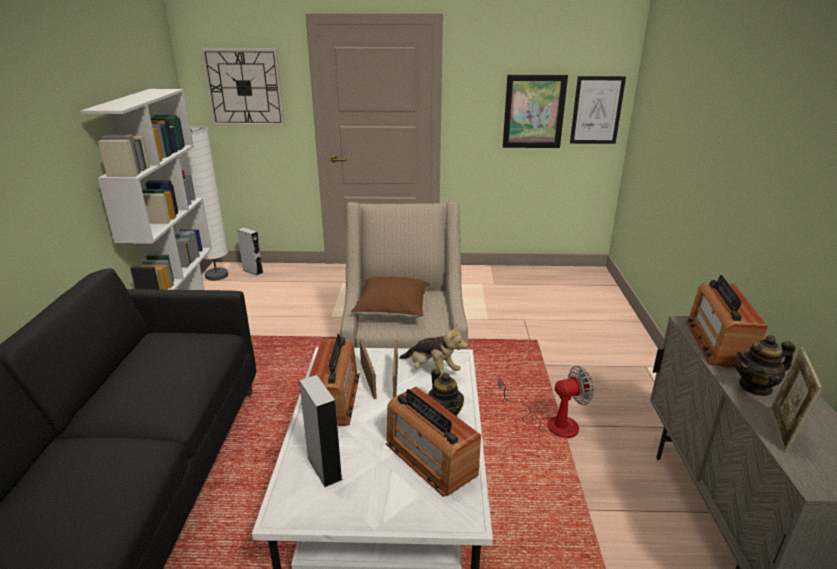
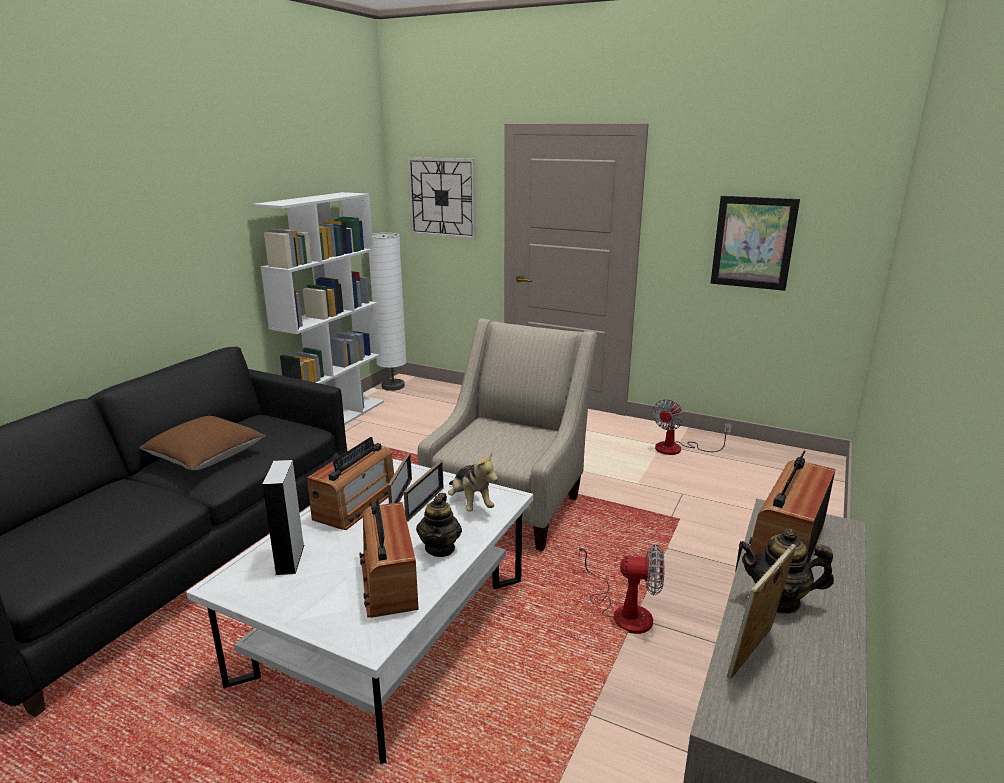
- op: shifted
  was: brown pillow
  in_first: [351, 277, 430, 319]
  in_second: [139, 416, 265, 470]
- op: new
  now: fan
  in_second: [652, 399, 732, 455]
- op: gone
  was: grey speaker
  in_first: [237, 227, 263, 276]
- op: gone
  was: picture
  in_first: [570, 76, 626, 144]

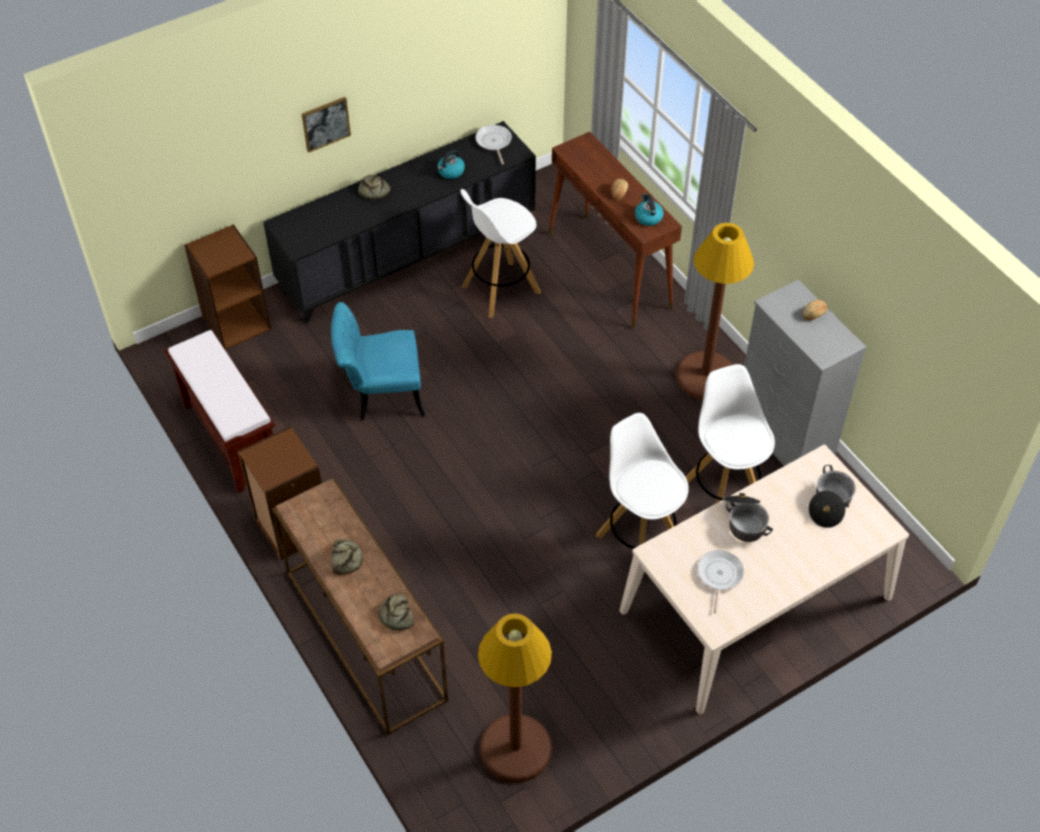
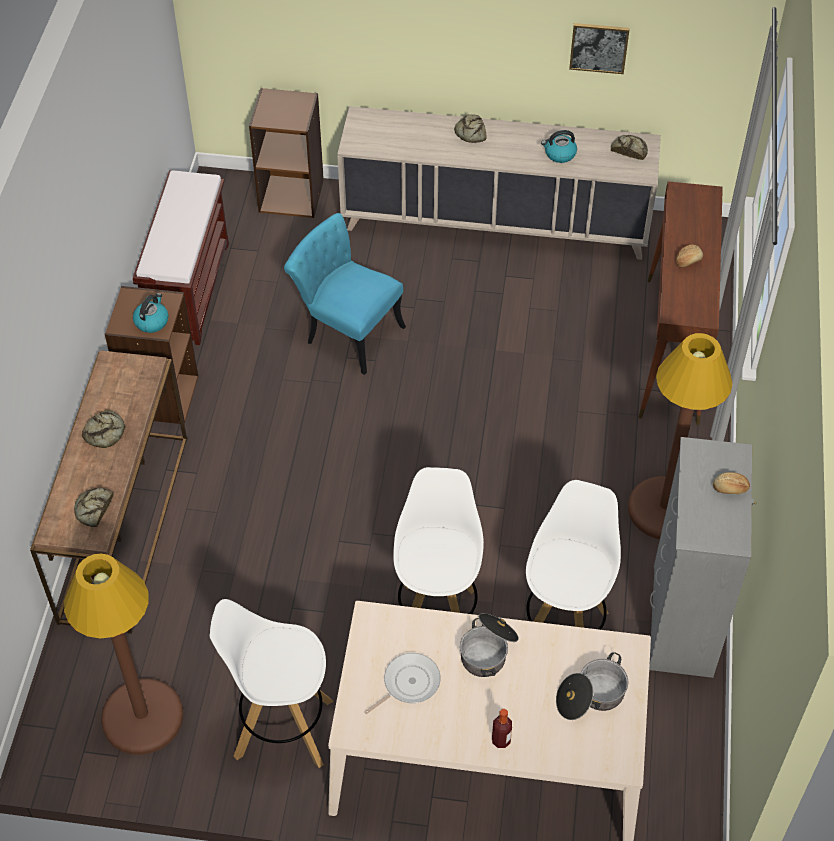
- op: shifted
  was: kettle
  in_first: [635, 193, 664, 226]
  in_second: [133, 293, 168, 333]
- op: shifted
  was: white stool
  in_first: [461, 189, 541, 318]
  in_second: [210, 599, 333, 768]
- op: repainted
  was: black cabinet
  now: beige cabinet
  in_first: [263, 121, 536, 324]
  in_second: [337, 106, 661, 260]
- op: new
  now: bottle
  in_second: [492, 709, 512, 748]
- op: shifted
  was: picture
  in_first: [302, 97, 351, 153]
  in_second: [569, 23, 630, 74]
- op: swapped
  was: frying pan
  now: bread
  in_first: [475, 125, 512, 164]
  in_second: [611, 135, 648, 160]

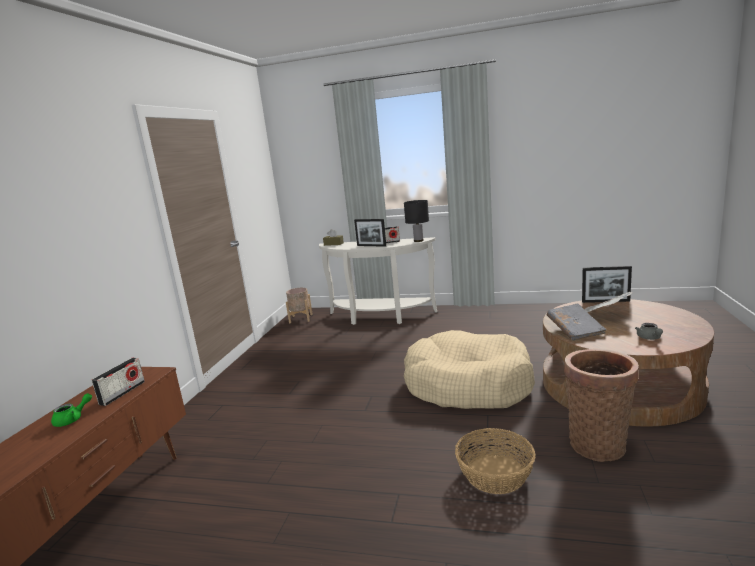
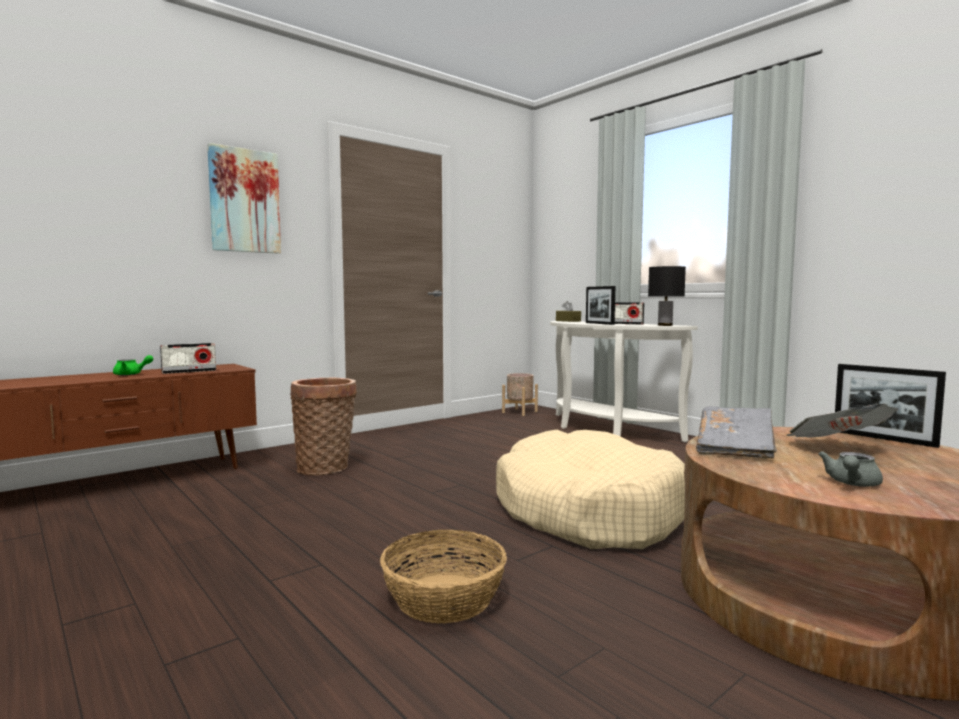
- op: new
  now: picture
  in_second: [207, 143, 281, 254]
- op: shifted
  was: basket
  in_first: [564, 349, 639, 462]
  in_second: [290, 378, 357, 476]

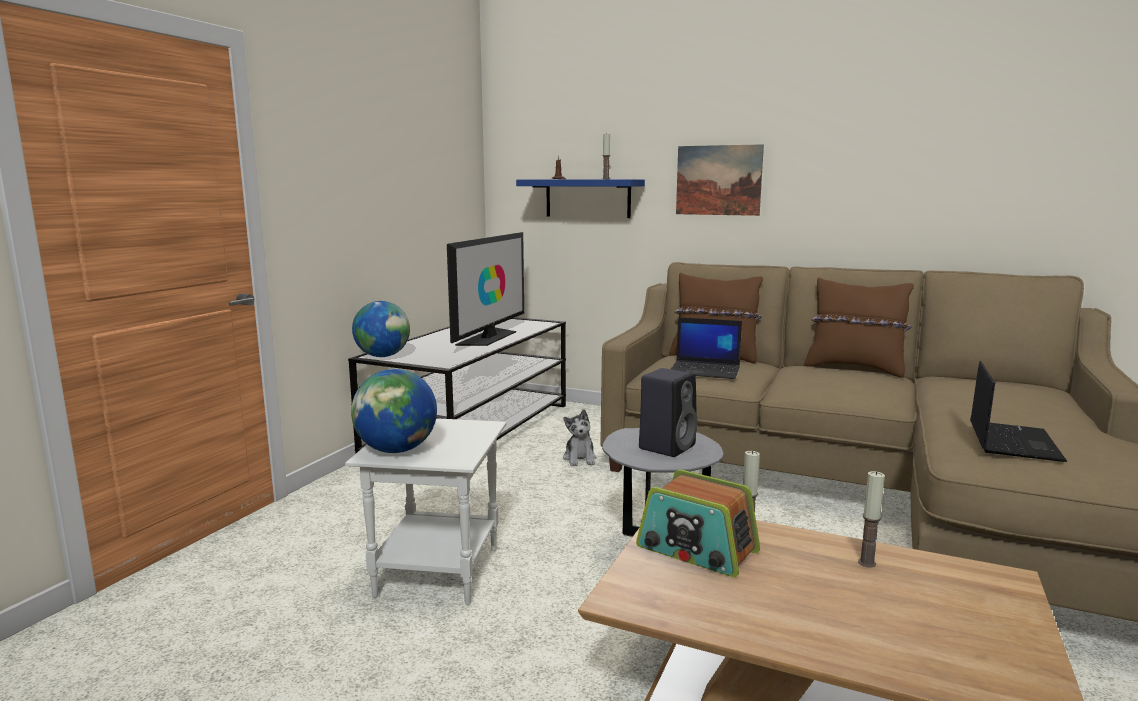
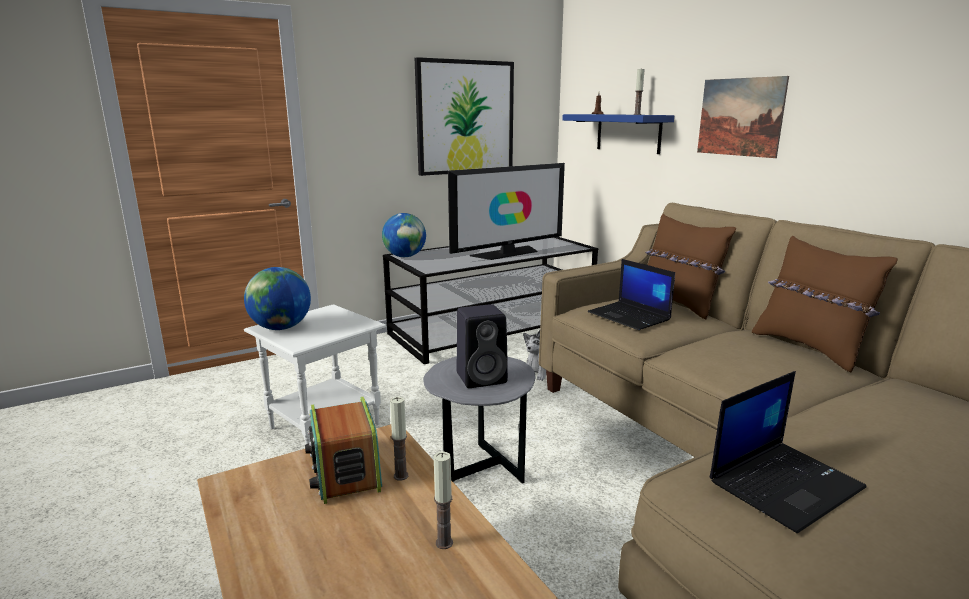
- op: new
  now: picture
  in_second: [415, 57, 514, 176]

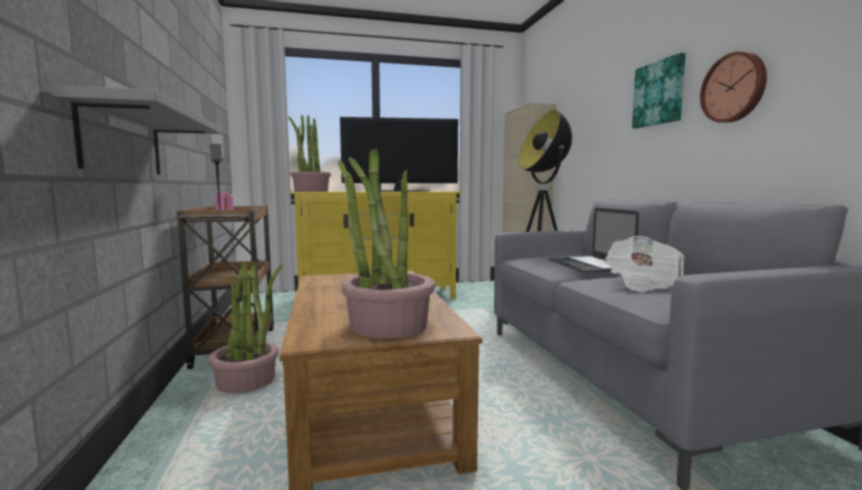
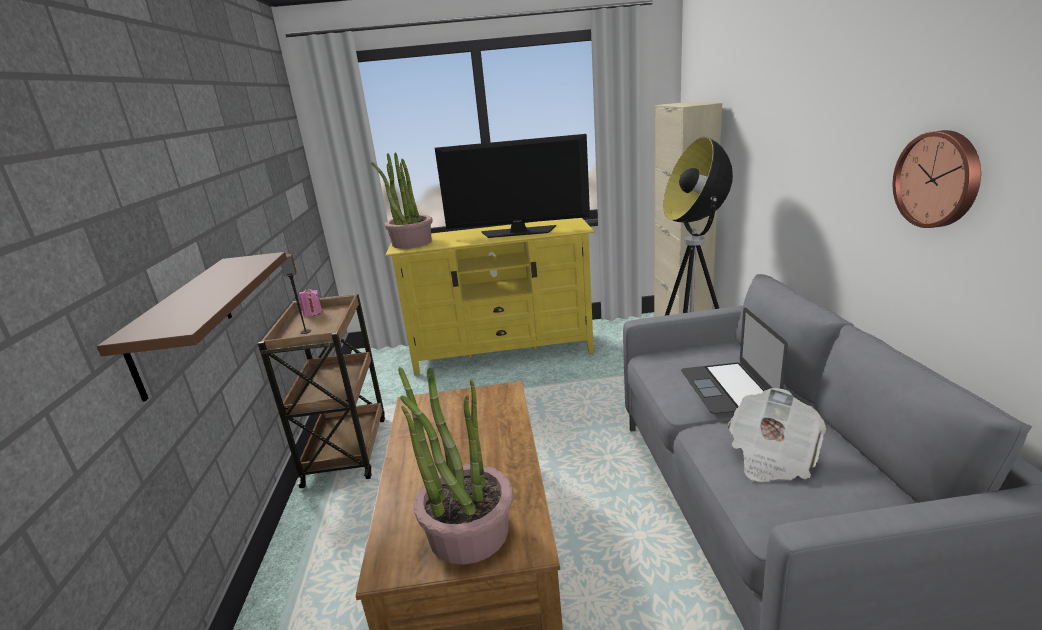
- op: repainted
  was: grey shelf
  now: brown shelf
  in_first: [53, 85, 221, 174]
  in_second: [97, 252, 287, 402]
- op: gone
  was: potted plant
  in_first: [208, 261, 282, 393]
- op: gone
  was: picture
  in_first: [632, 53, 686, 129]

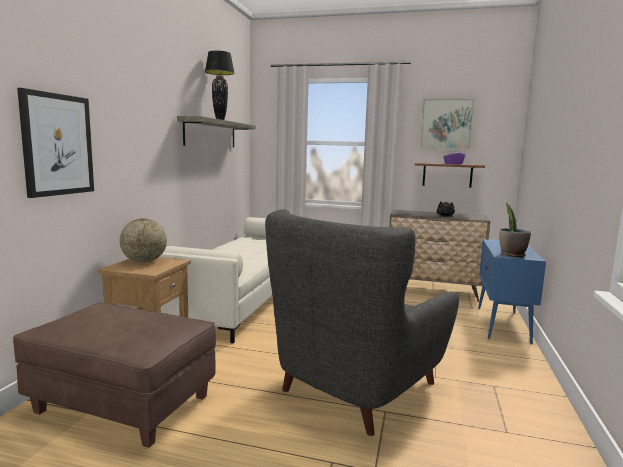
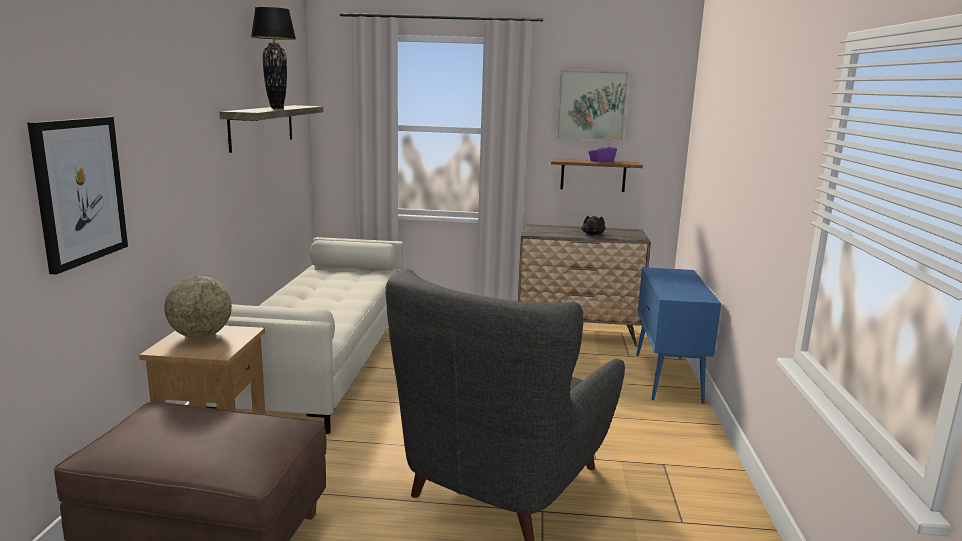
- op: gone
  was: potted plant
  in_first: [499, 203, 531, 257]

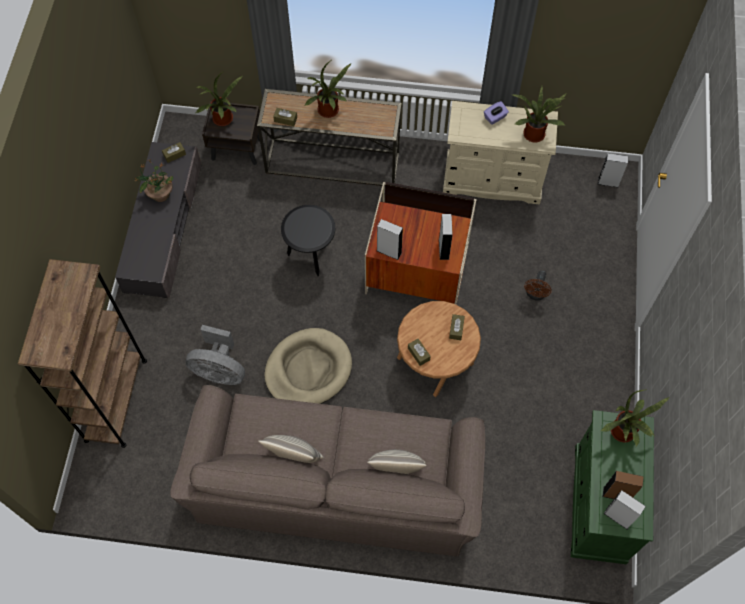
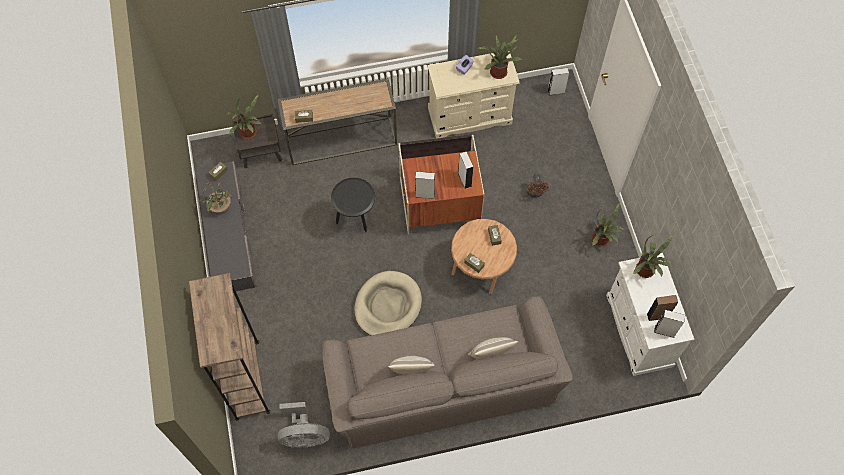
- op: shifted
  was: grey fan
  in_first: [186, 325, 245, 385]
  in_second: [278, 402, 330, 448]
- op: shifted
  was: potted plant
  in_first: [304, 61, 351, 118]
  in_second: [592, 204, 625, 247]
- op: repainted
  was: green cabinet
  now: white cabinet
  in_first: [571, 410, 654, 564]
  in_second: [606, 253, 694, 376]

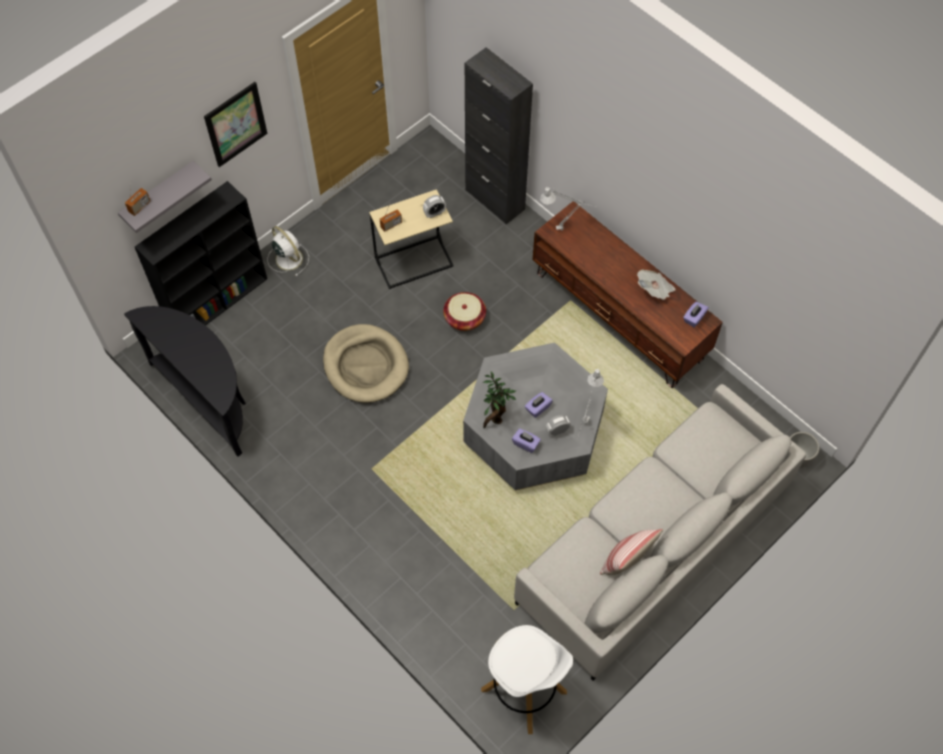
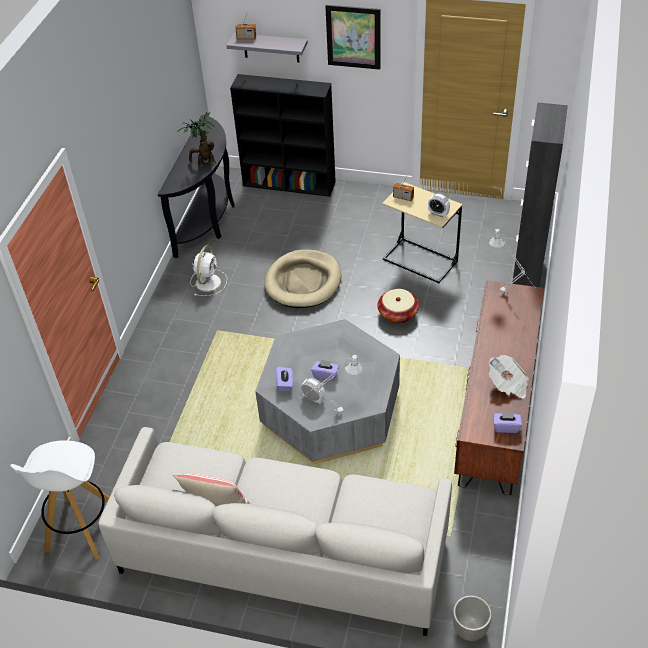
- op: shifted
  was: potted plant
  in_first: [483, 371, 516, 428]
  in_second: [177, 112, 216, 167]
- op: shifted
  was: white fan
  in_first: [267, 226, 309, 276]
  in_second: [190, 245, 227, 296]

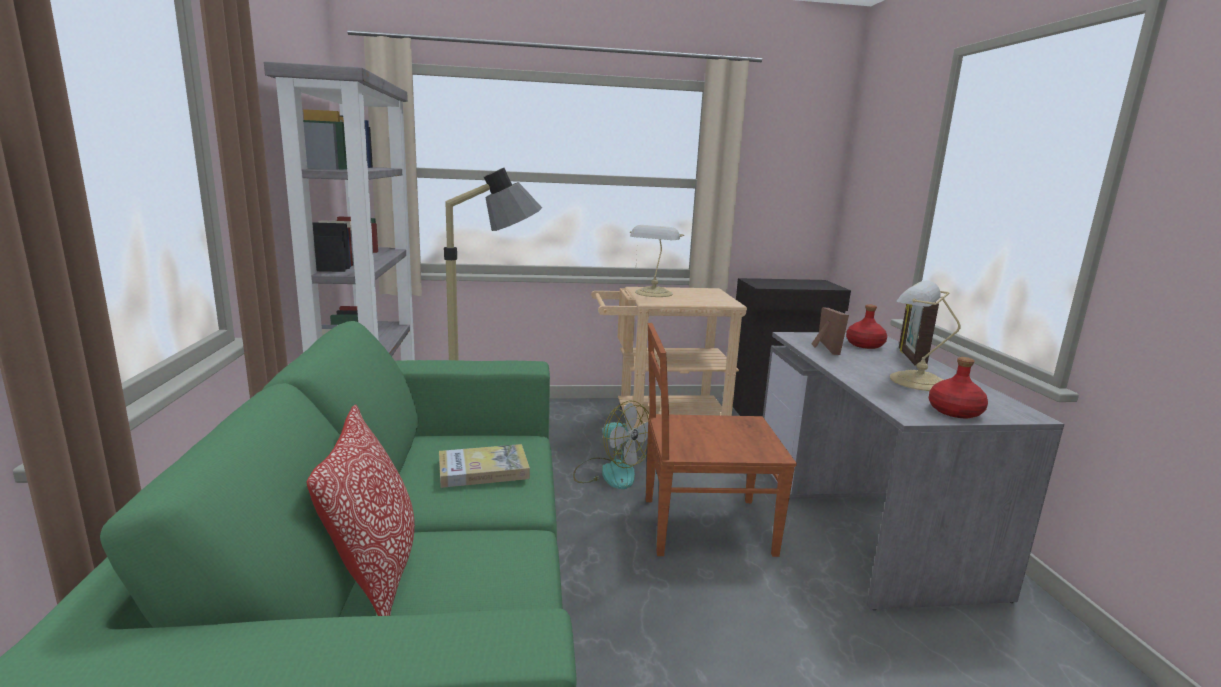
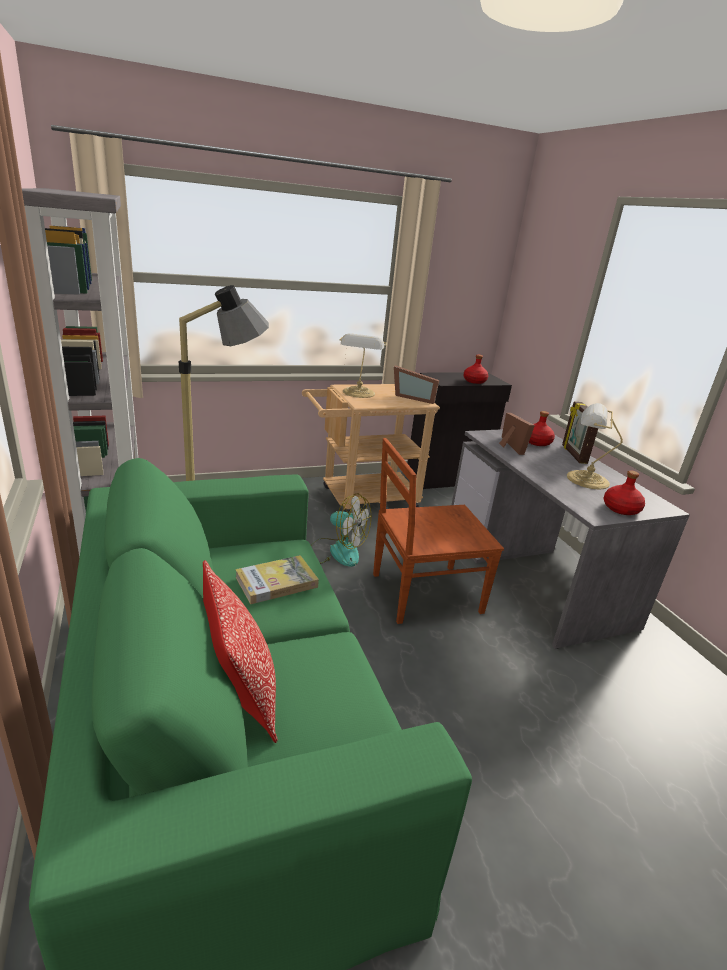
- op: new
  now: picture frame
  in_second: [394, 365, 439, 404]
- op: new
  now: red bottle
  in_second: [463, 355, 488, 384]

